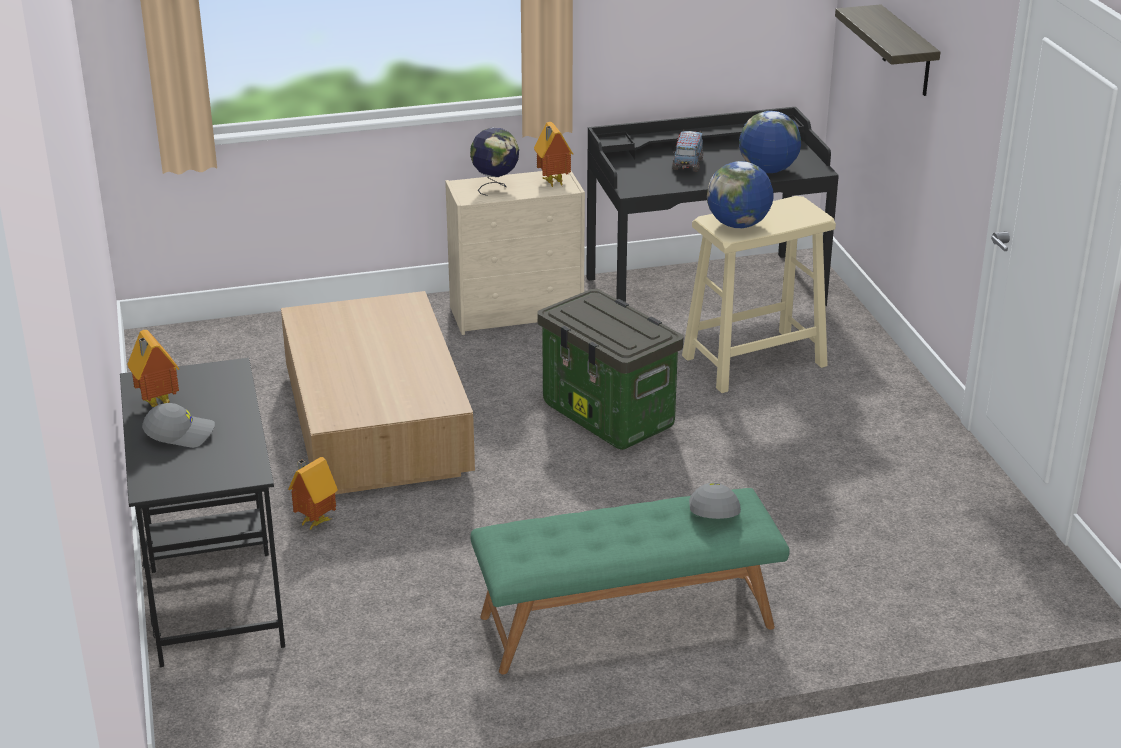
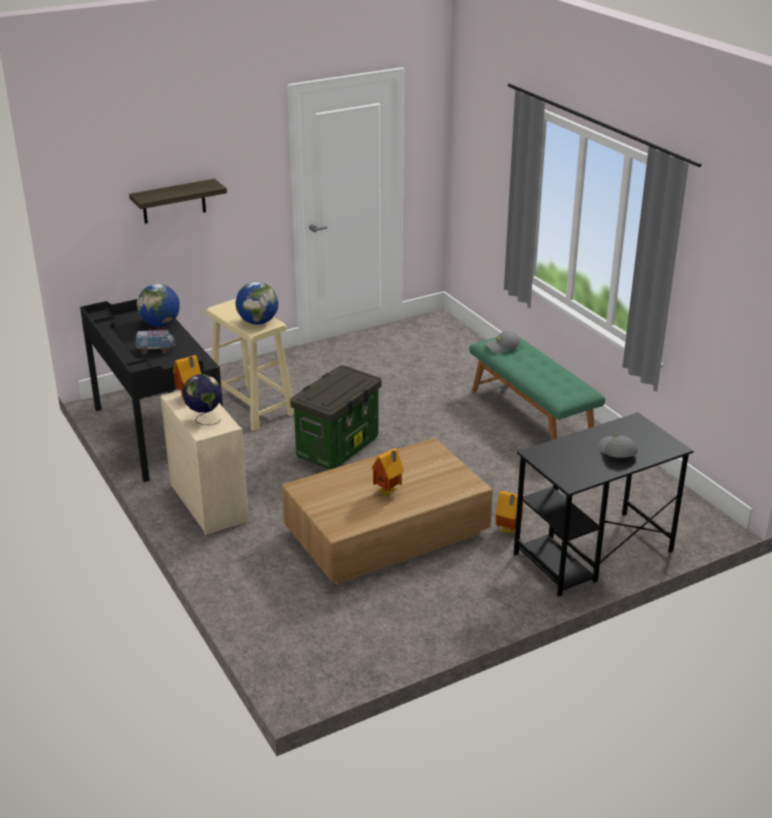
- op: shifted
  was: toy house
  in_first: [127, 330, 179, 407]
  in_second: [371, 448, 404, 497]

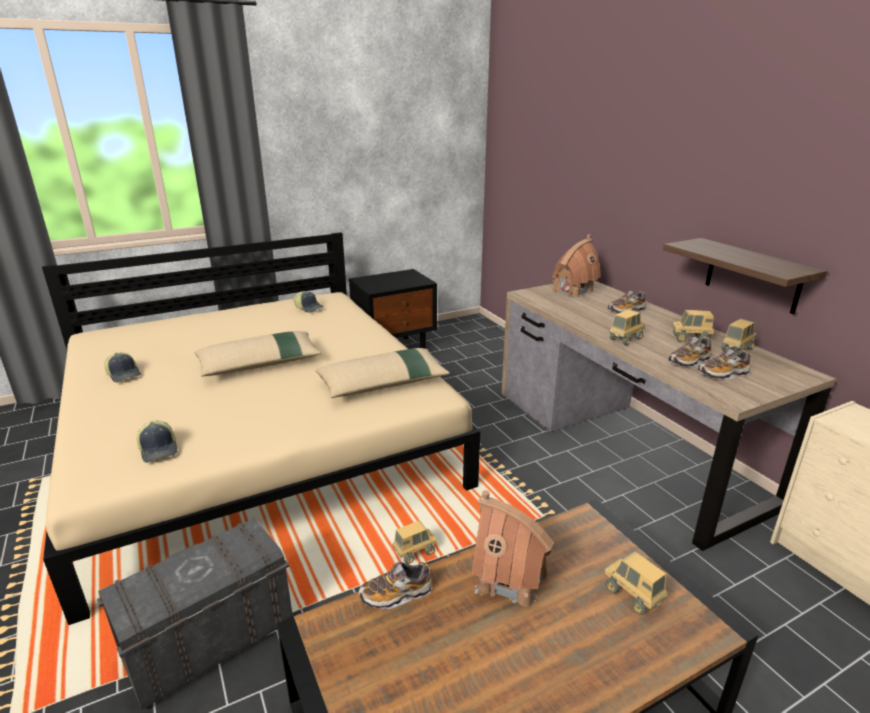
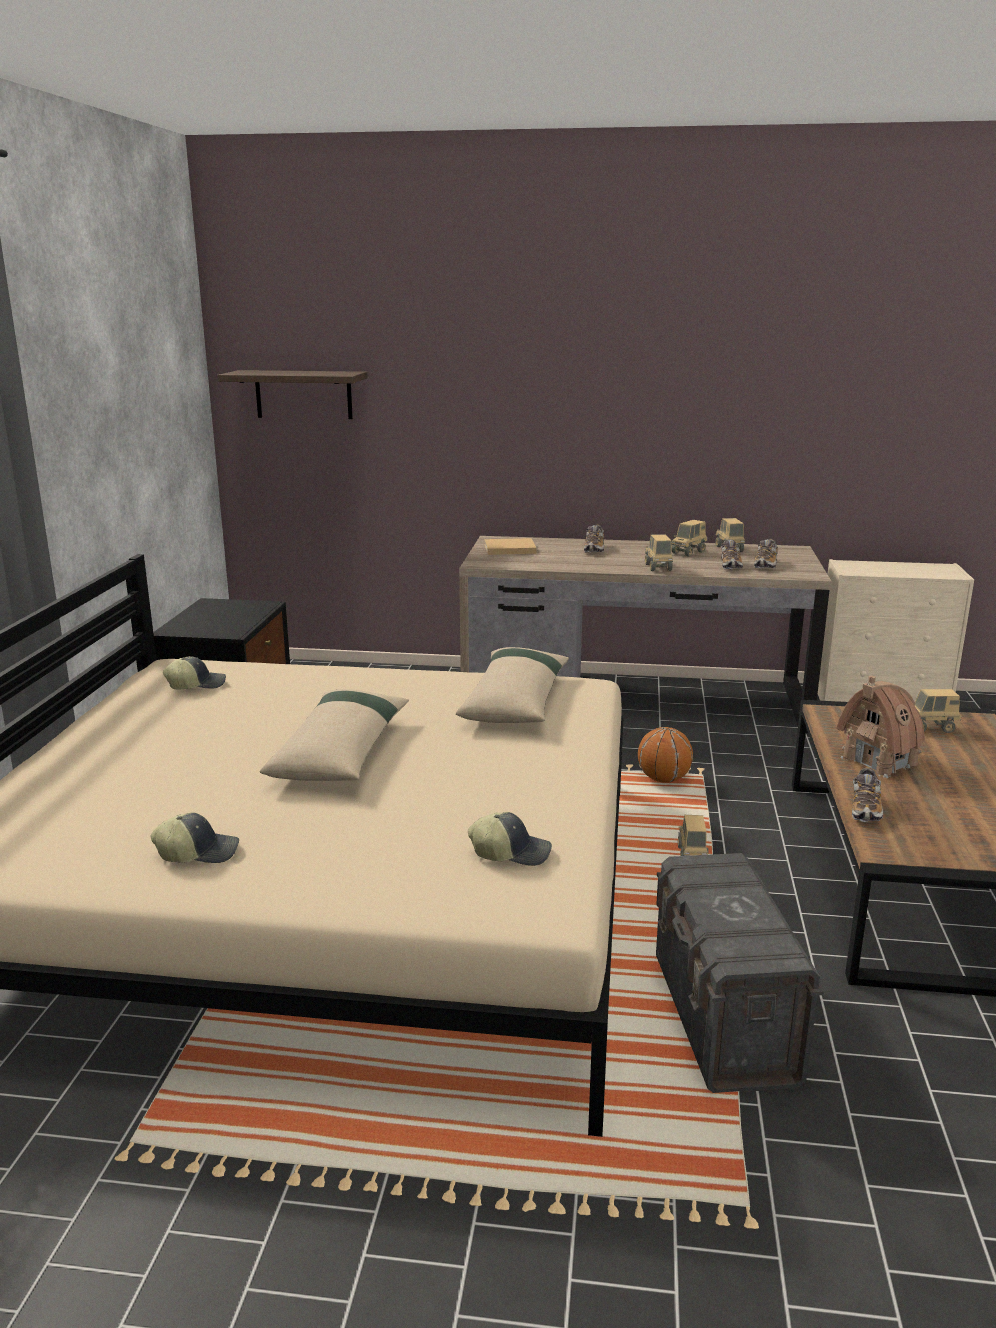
- op: shifted
  was: shelf
  in_first: [663, 238, 827, 314]
  in_second: [217, 370, 368, 419]
- op: swapped
  was: toy house
  now: beige book
  in_first: [552, 234, 601, 298]
  in_second: [484, 538, 537, 555]
- op: new
  now: basketball
  in_second: [638, 727, 693, 783]

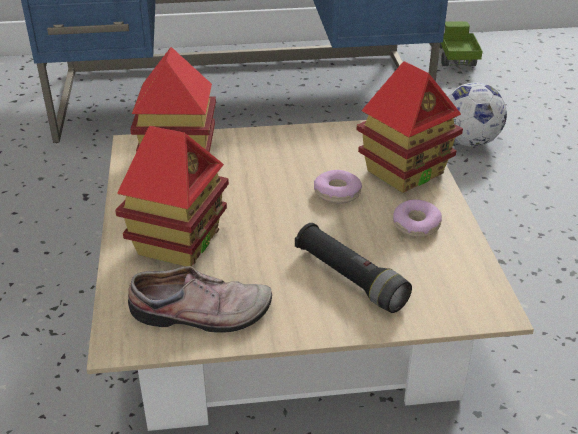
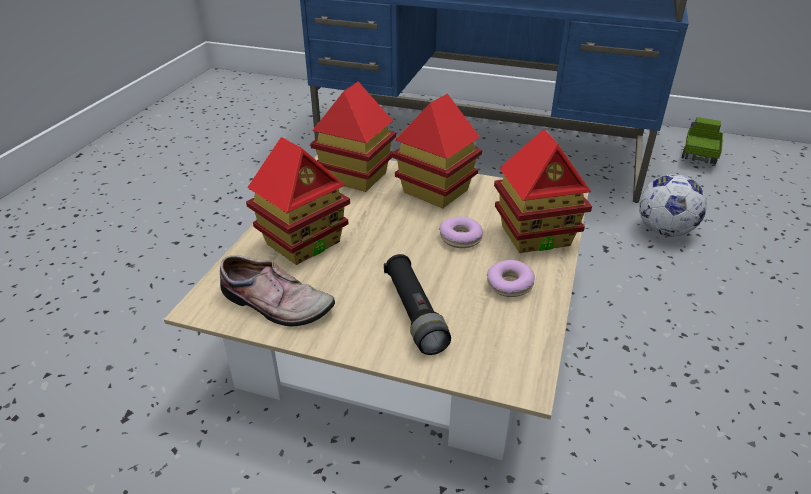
- op: new
  now: toy house
  in_second: [392, 94, 482, 208]

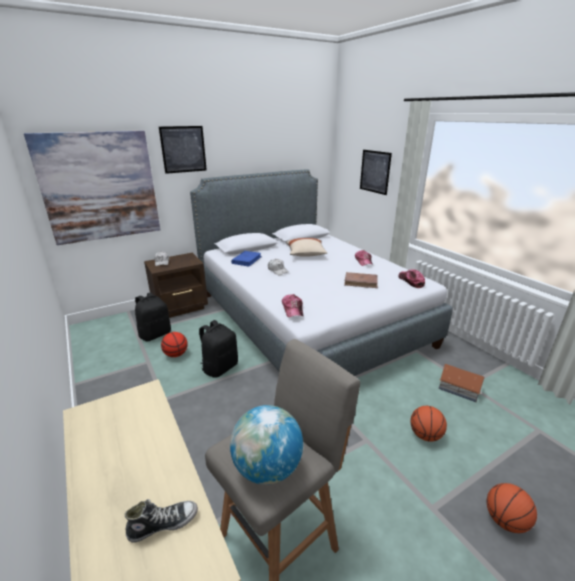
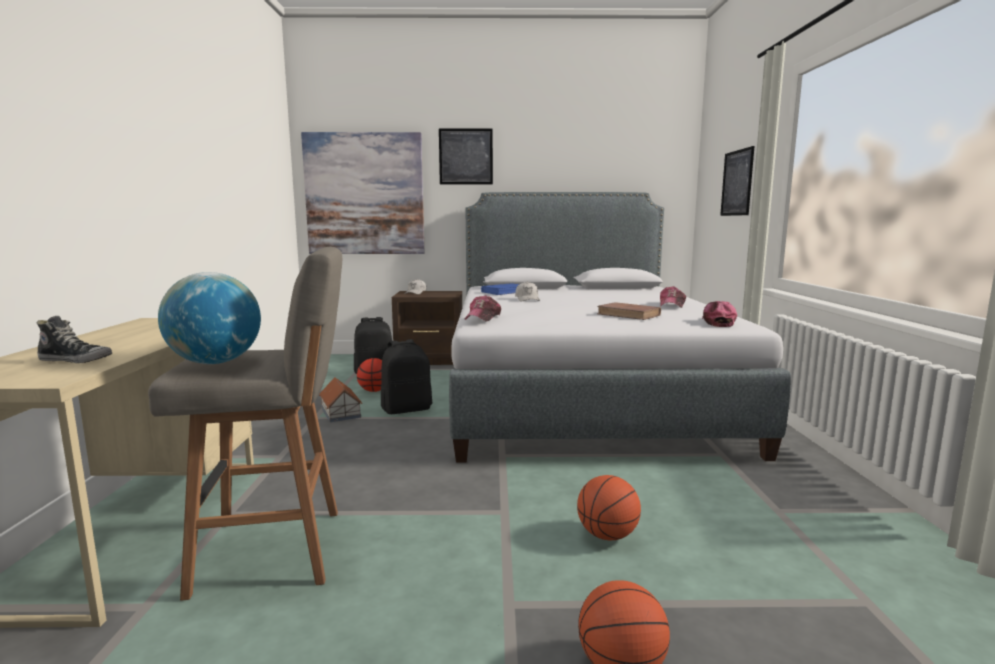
- op: shifted
  was: toy house
  in_first: [439, 364, 485, 402]
  in_second: [319, 377, 362, 422]
- op: gone
  was: beige pillow
  in_first: [286, 238, 327, 257]

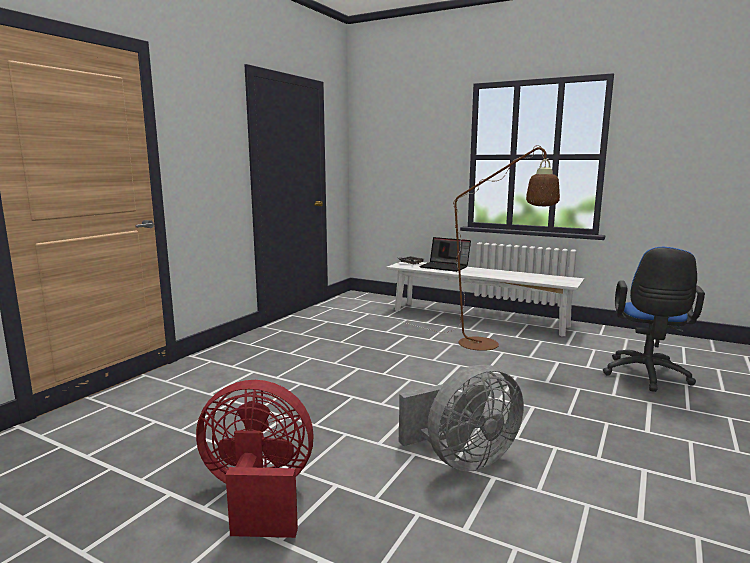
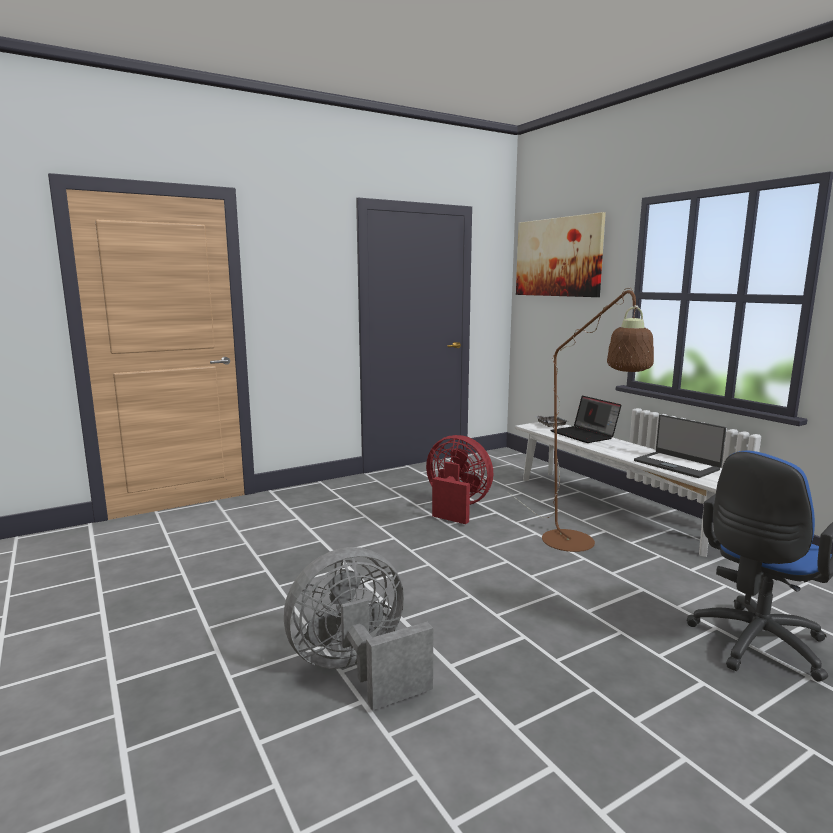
- op: rotated
  was: grey fan
  in_first: [399, 365, 524, 471]
  in_second: [284, 547, 433, 710]
  clockwise: 150
- op: shifted
  was: red fan
  in_first: [196, 380, 314, 538]
  in_second: [426, 435, 493, 524]
- op: new
  now: picture
  in_second: [516, 212, 606, 297]
- op: new
  now: laptop
  in_second: [634, 415, 726, 478]

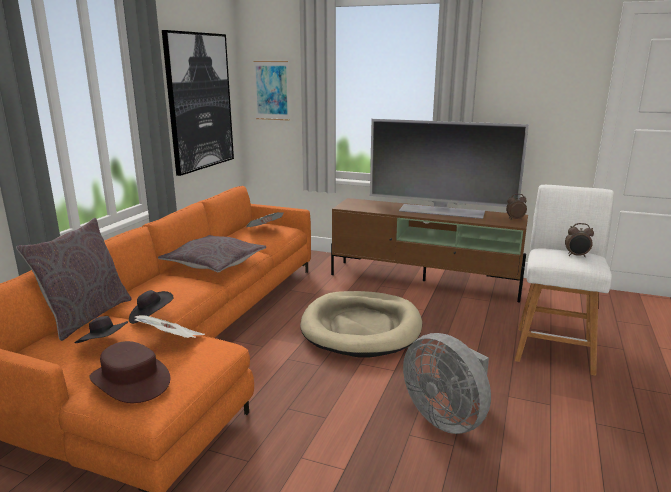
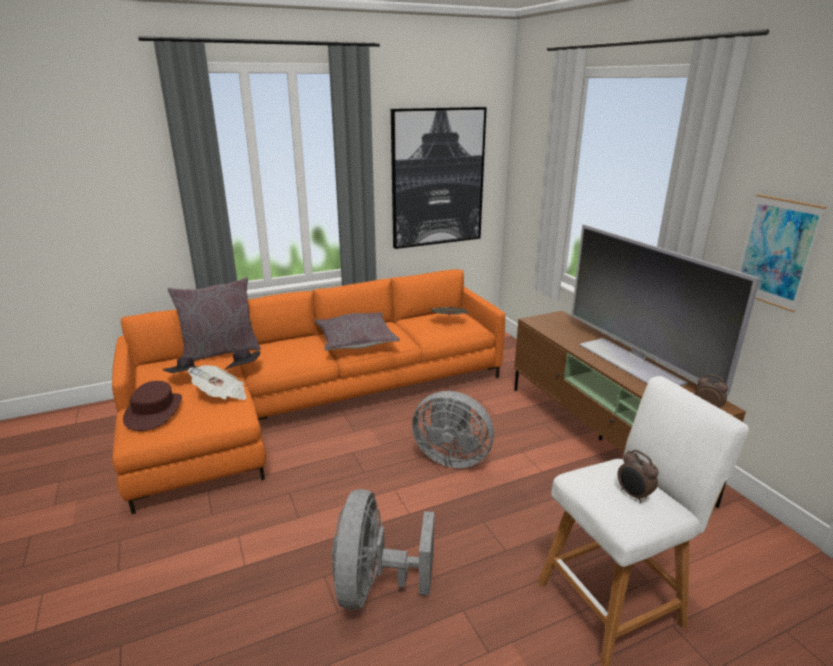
- op: swapped
  was: beige dog bed
  now: grey fan
  in_first: [300, 291, 422, 358]
  in_second: [412, 391, 494, 468]
- op: shifted
  was: picture
  in_first: [254, 61, 290, 121]
  in_second: [738, 194, 827, 312]

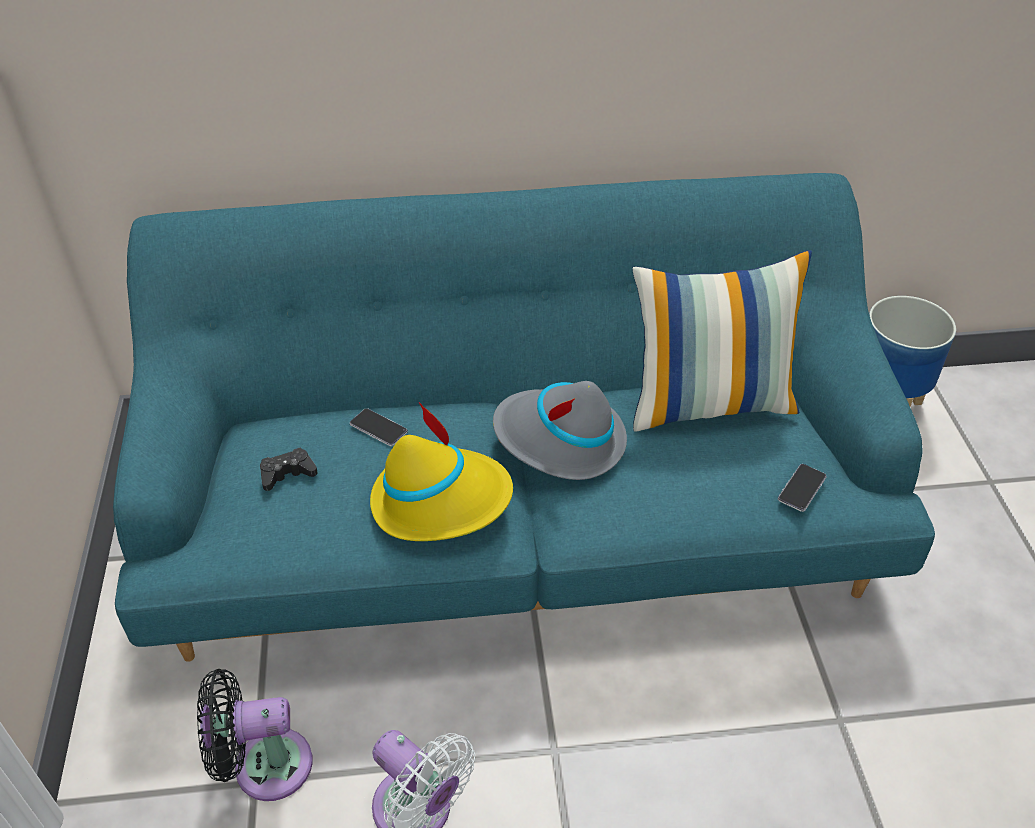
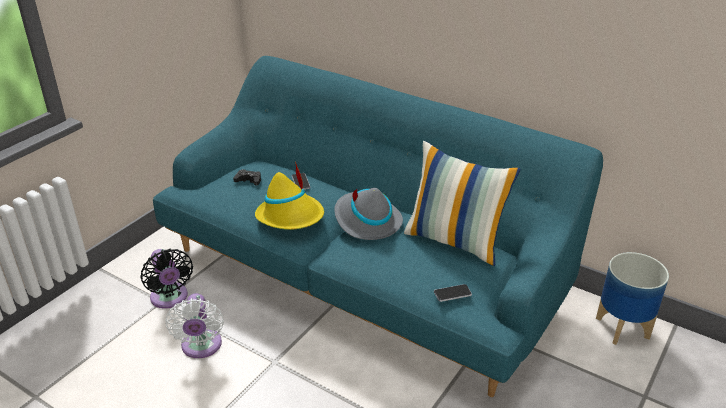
- op: rotated
  was: black fan
  in_first: [197, 669, 313, 801]
  in_second: [140, 249, 193, 309]
  clockwise: -150

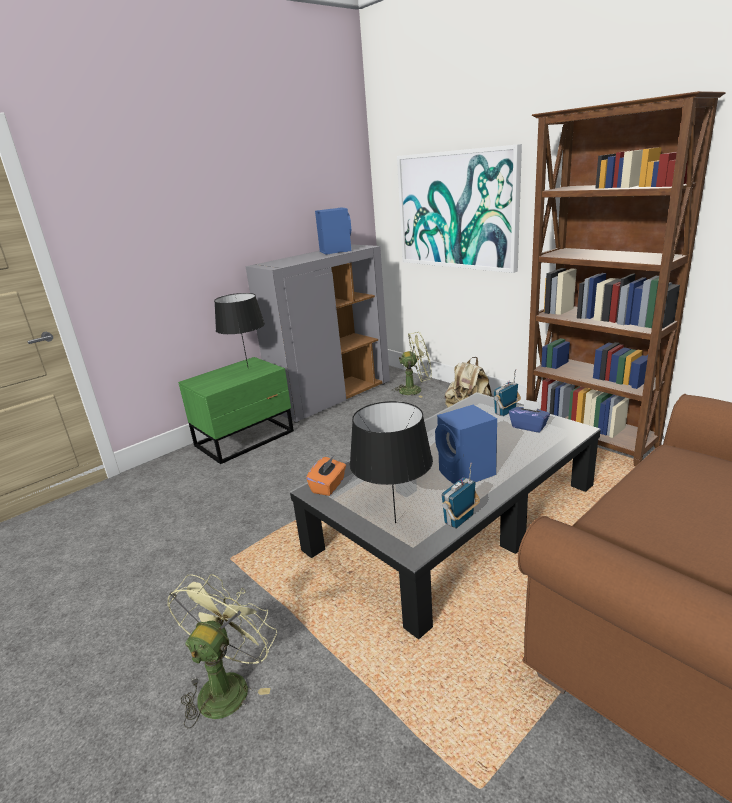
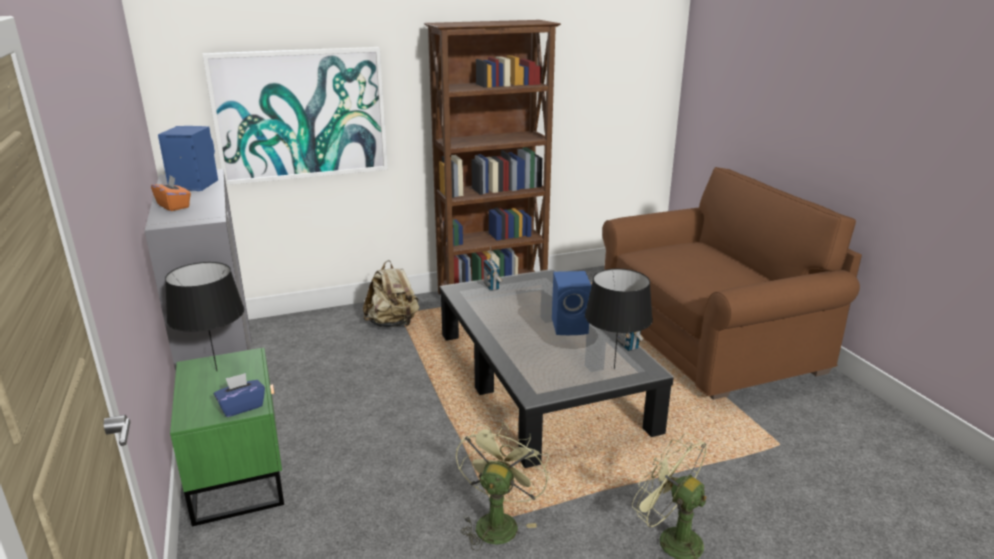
- op: shifted
  was: orange tissue box
  in_first: [306, 457, 346, 496]
  in_second: [151, 176, 191, 211]
- op: shifted
  was: blue tissue box
  in_first: [509, 399, 550, 433]
  in_second: [214, 373, 265, 417]
- op: shifted
  was: green fan
  in_first: [392, 332, 432, 398]
  in_second: [456, 422, 549, 551]

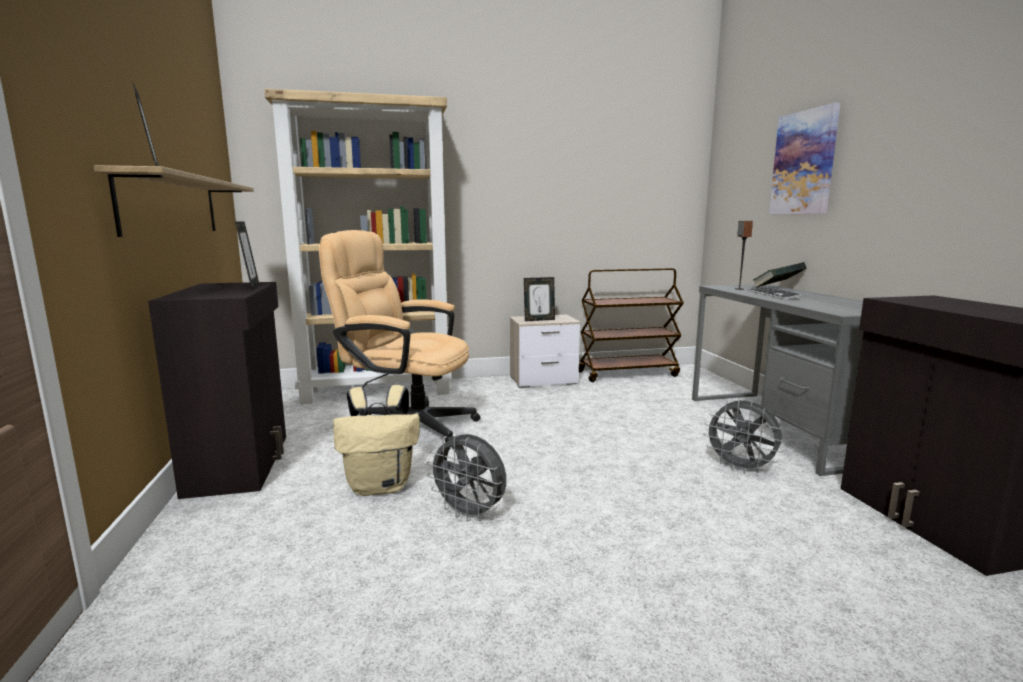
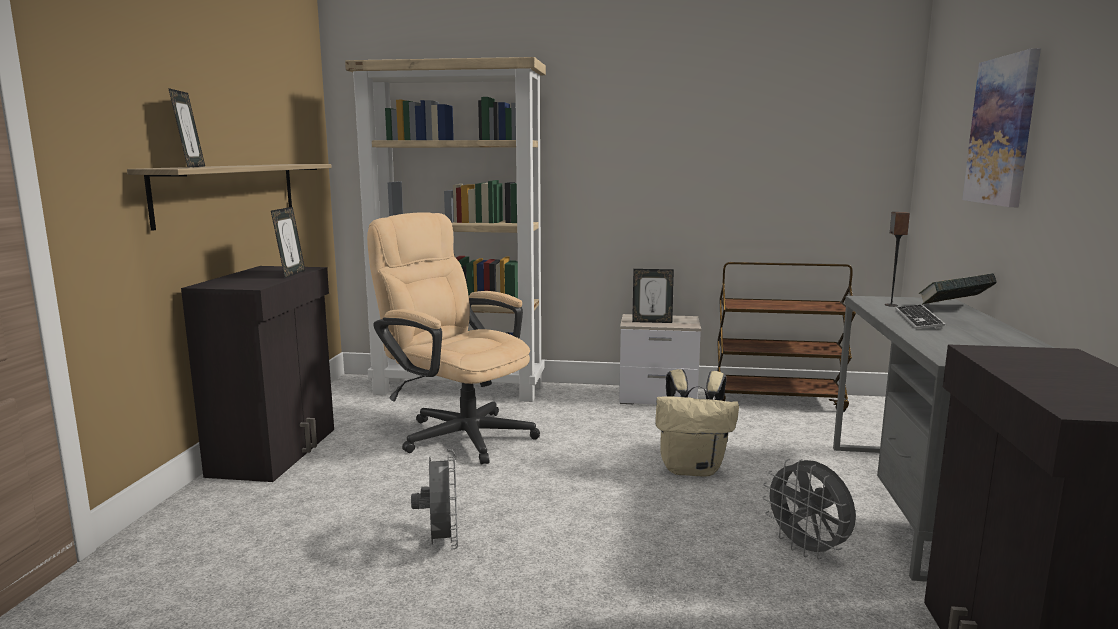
- op: rotated
  was: grey fan
  in_first: [426, 434, 506, 521]
  in_second: [411, 449, 458, 550]
  clockwise: -150
- op: shifted
  was: beige backpack
  in_first: [333, 385, 420, 496]
  in_second: [656, 369, 739, 477]

